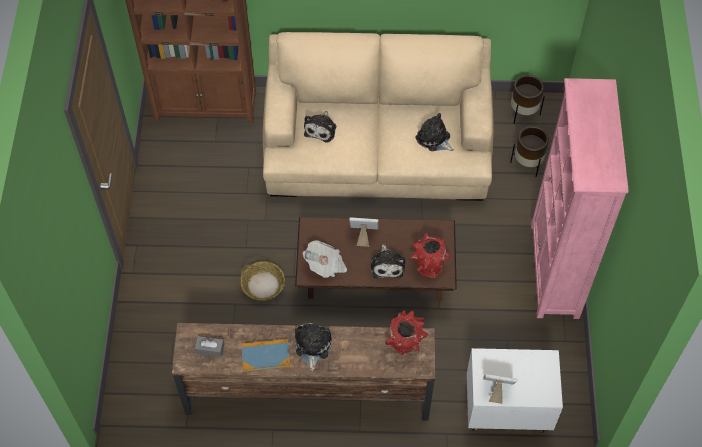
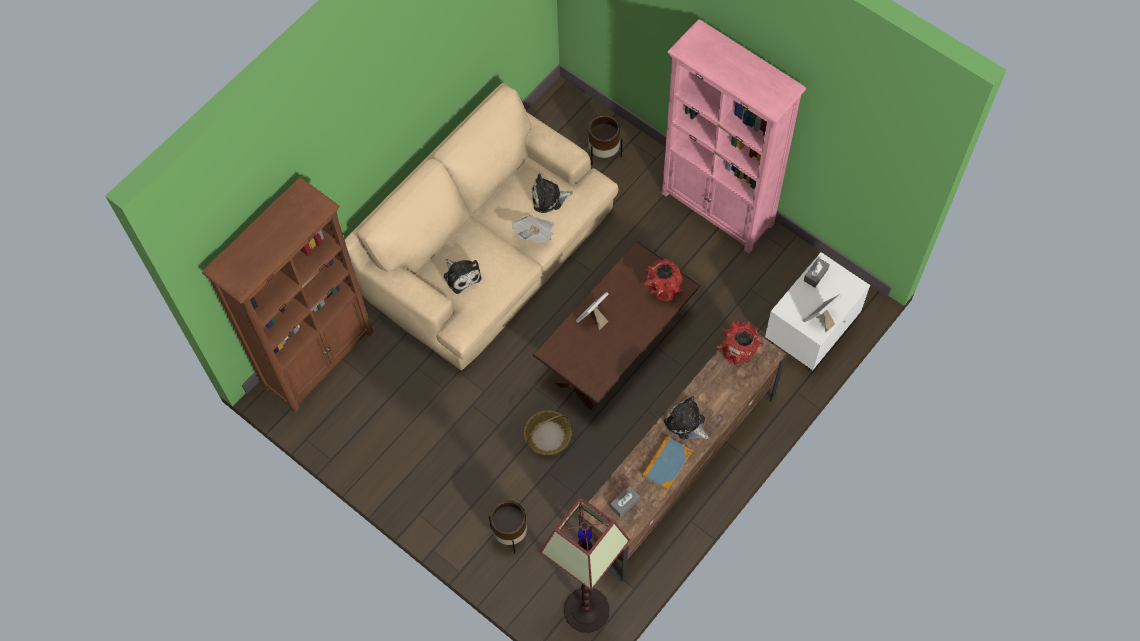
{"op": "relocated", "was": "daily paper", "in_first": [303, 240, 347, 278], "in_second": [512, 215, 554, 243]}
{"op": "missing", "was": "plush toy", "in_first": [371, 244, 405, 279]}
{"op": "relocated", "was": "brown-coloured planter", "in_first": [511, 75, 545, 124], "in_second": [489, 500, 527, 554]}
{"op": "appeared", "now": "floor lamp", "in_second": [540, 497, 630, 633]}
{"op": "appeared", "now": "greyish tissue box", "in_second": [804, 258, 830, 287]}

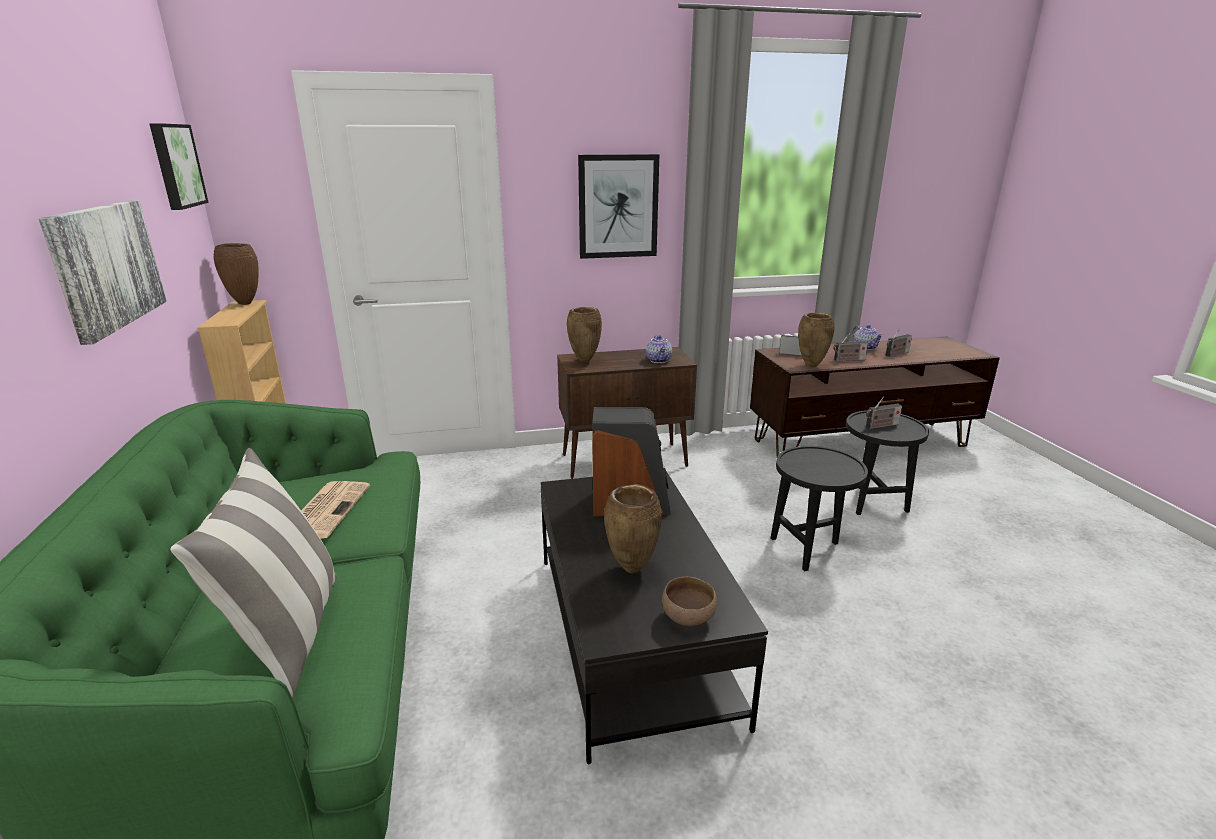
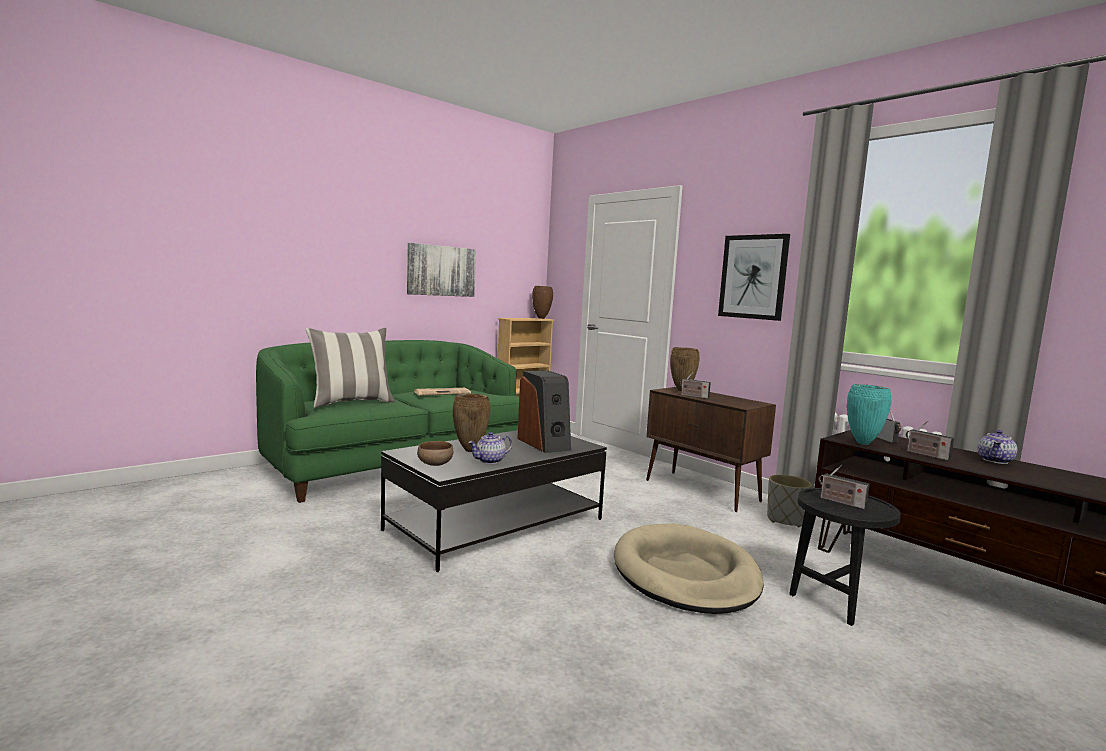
{"op": "missing", "was": "wall art", "in_first": [149, 123, 209, 210]}
{"op": "relocated", "was": "pot for tea", "in_first": [646, 335, 672, 363], "in_second": [468, 432, 512, 464]}
{"op": "exchanged", "was": "black accent table", "now": "beige-coloured dog cushion", "in_first": [771, 446, 868, 571], "in_second": [614, 523, 764, 614]}
{"op": "colour", "was": "brown-coloured flower vase", "now": "blue-green flower vase", "in_first": [798, 313, 834, 367], "in_second": [847, 384, 891, 445]}
{"op": "relocated", "was": "radio receiver", "in_first": [886, 328, 912, 357], "in_second": [680, 371, 711, 399]}
{"op": "appeared", "now": "greyish planter", "in_second": [767, 475, 812, 527]}

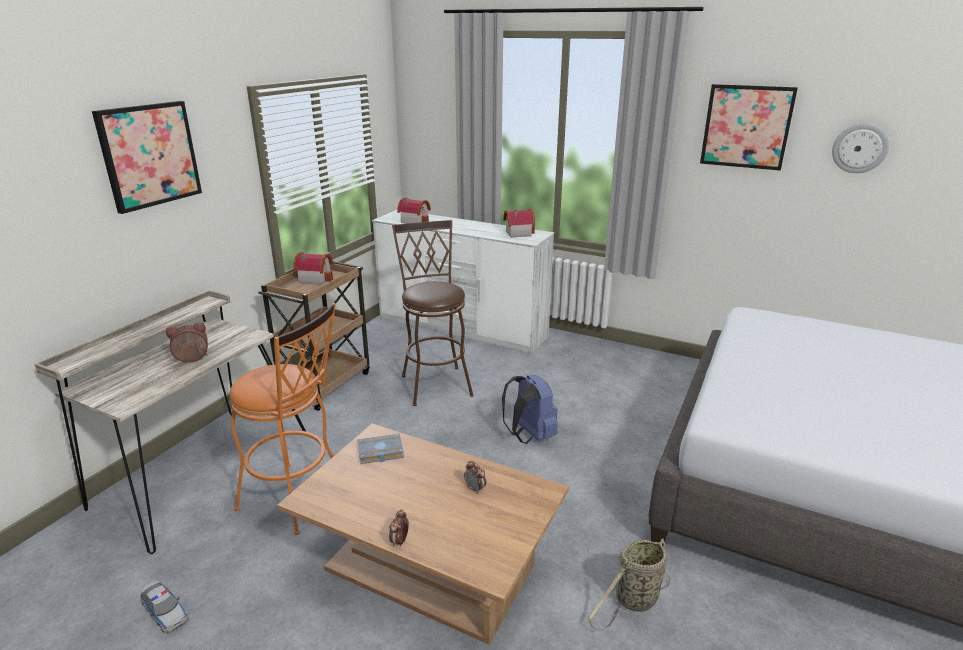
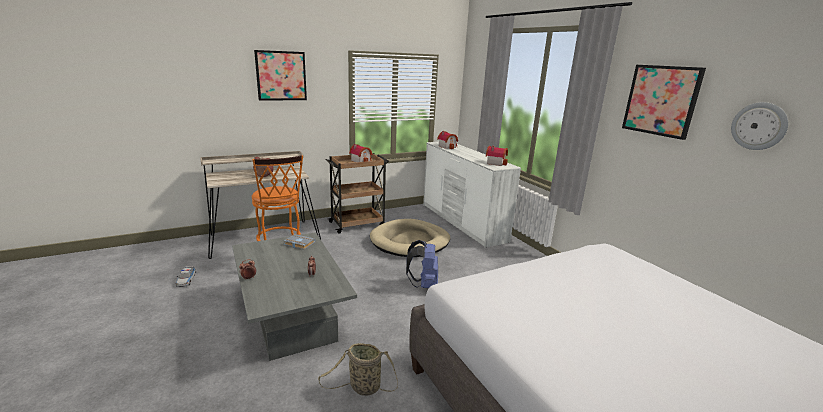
{"op": "colour", "was": "brown-coloured lounge table", "now": "greyish lounge table", "in_first": [277, 423, 569, 645], "in_second": [232, 232, 357, 361]}
{"op": "exchanged", "was": "brown-coloured sitting stool", "now": "beige-coloured dog cushion", "in_first": [392, 220, 474, 406], "in_second": [370, 219, 450, 257]}

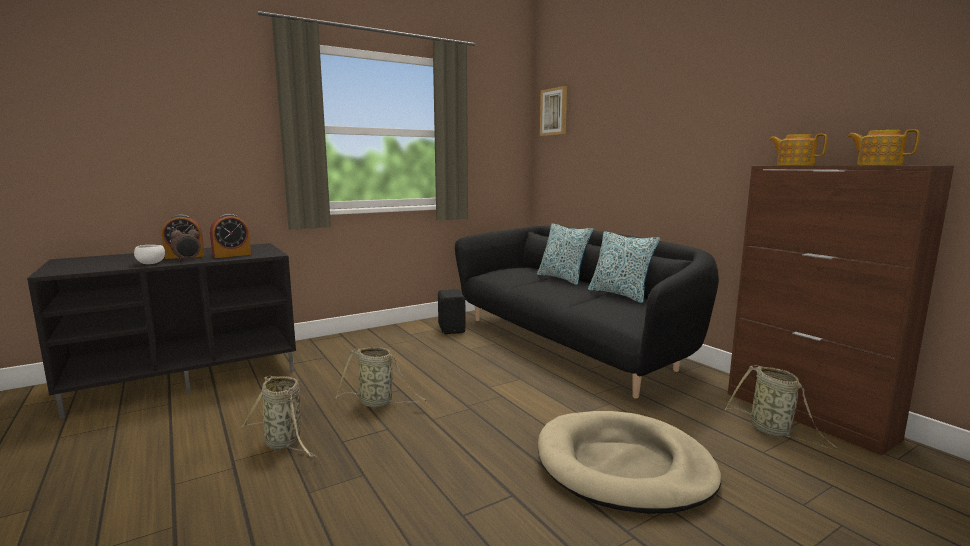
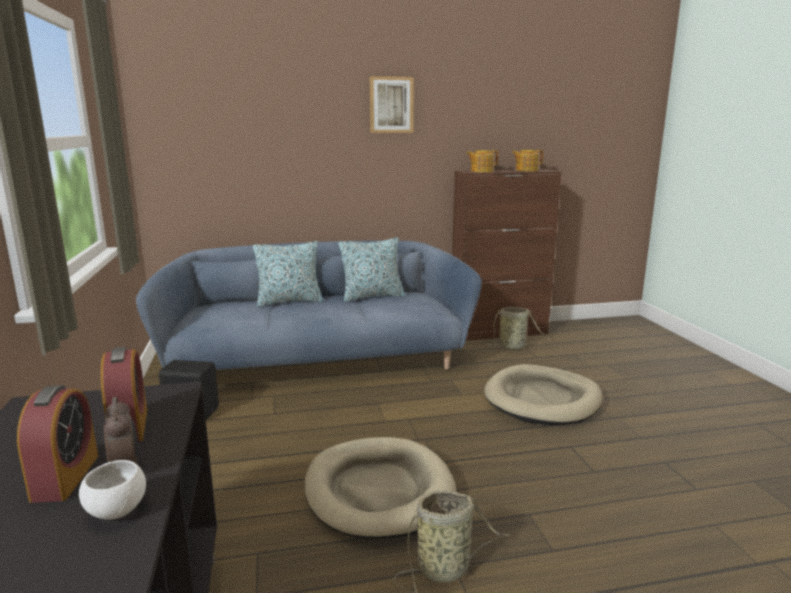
{"op": "exchanged", "was": "storage basket", "now": "beige-coloured dog cushion", "in_first": [336, 347, 426, 407], "in_second": [304, 437, 456, 540]}
{"op": "colour", "was": "black couch", "now": "blue-coloured couch", "in_first": [455, 225, 719, 399], "in_second": [136, 240, 482, 370]}
{"op": "relocated", "was": "wall art", "in_first": [540, 86, 567, 136], "in_second": [370, 76, 414, 133]}

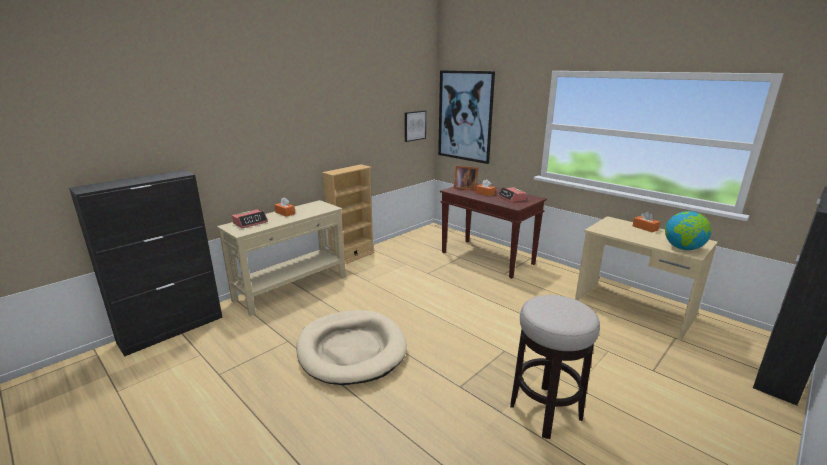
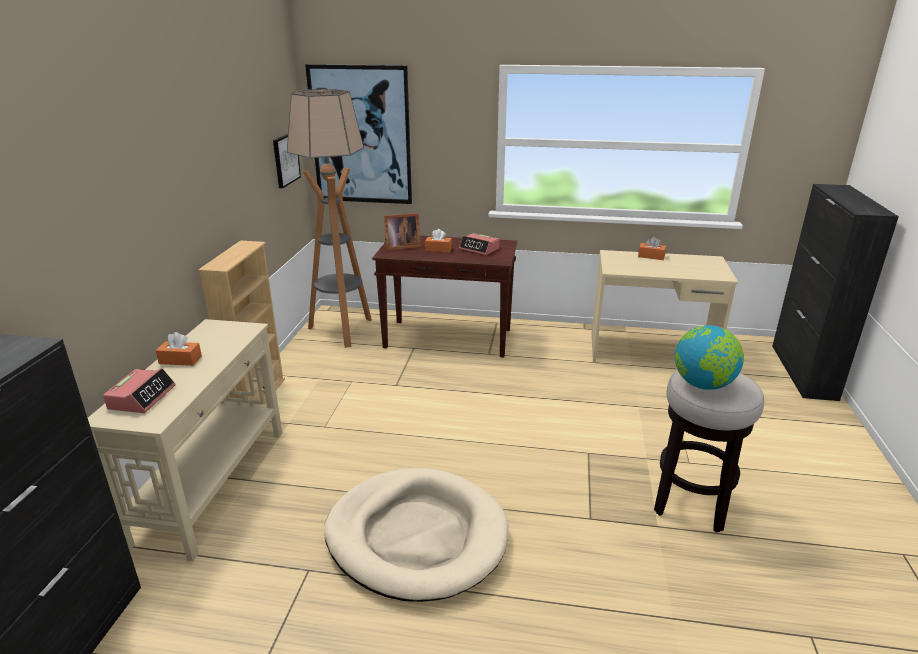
{"op": "relocated", "was": "globe", "in_first": [665, 211, 711, 250], "in_second": [675, 325, 744, 390]}
{"op": "appeared", "now": "floor lamp", "in_second": [287, 89, 372, 348]}

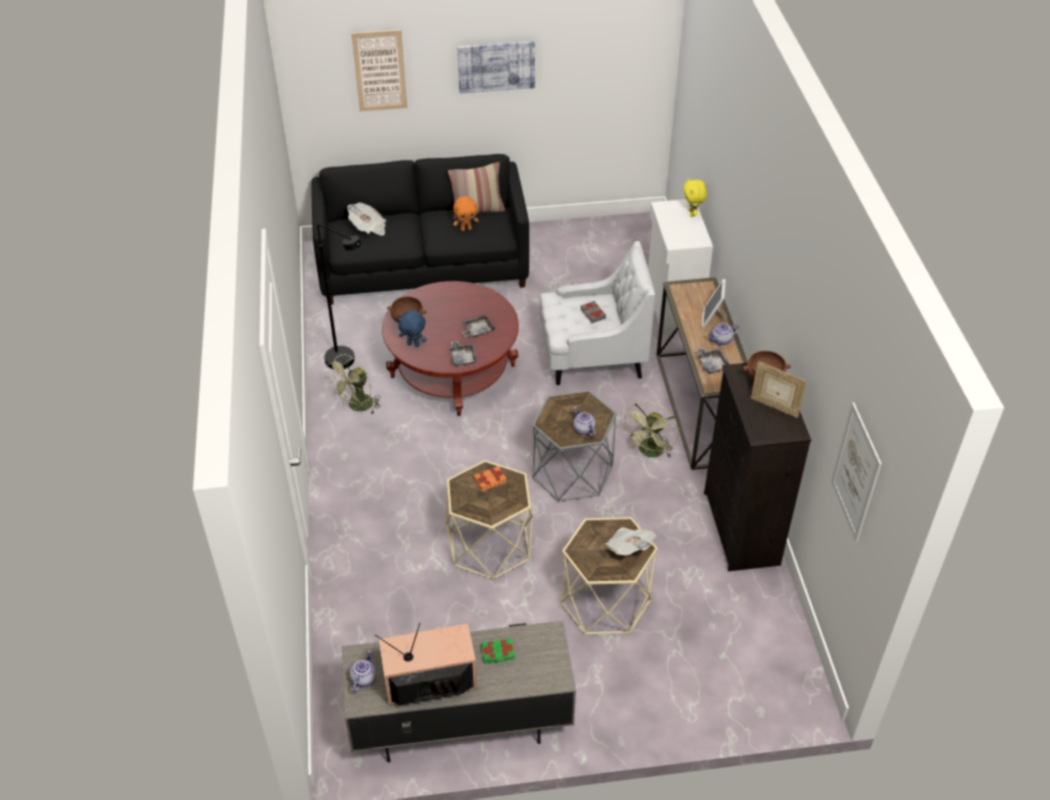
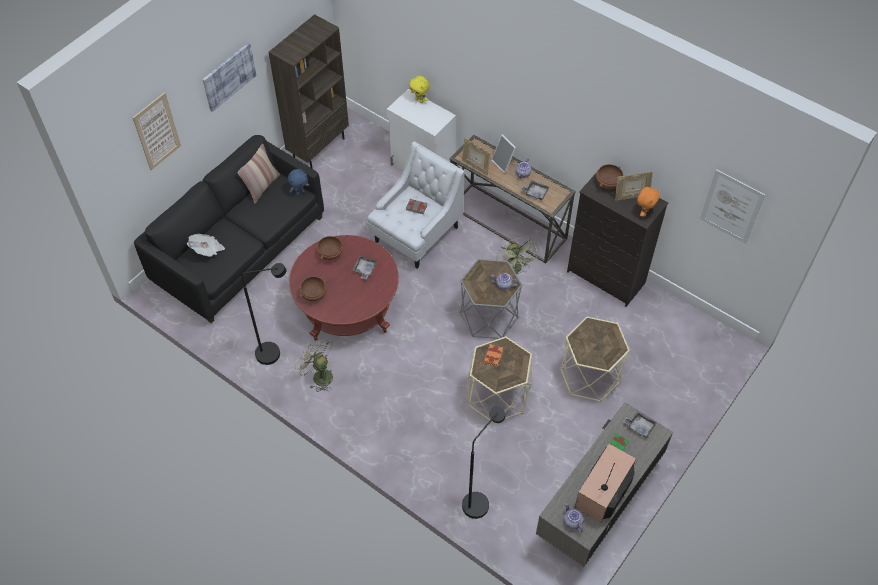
{"op": "spun", "was": "green-coloured cooling fan", "in_first": [327, 354, 380, 415], "in_second": [295, 337, 333, 392], "clockwise": 135}
{"op": "relocated", "was": "blue-coloured plush toy", "in_first": [398, 310, 427, 347], "in_second": [288, 169, 309, 195]}
{"op": "relocated", "was": "greyish tray", "in_first": [450, 341, 477, 366], "in_second": [623, 411, 657, 438]}
{"op": "relocated", "was": "orange-coloured plush toy", "in_first": [453, 196, 479, 231], "in_second": [637, 187, 660, 217]}
{"op": "missing", "was": "daily paper", "in_first": [604, 527, 657, 555]}
{"op": "appeared", "now": "brown-coloured bookshelf", "in_second": [269, 14, 349, 168]}
{"op": "appeared", "now": "brown-coloured bowl", "in_second": [317, 236, 343, 260]}
{"op": "appeared", "now": "picture frame", "in_second": [462, 138, 490, 175]}
{"op": "appeared", "now": "black floor lamp", "in_second": [462, 406, 506, 519]}

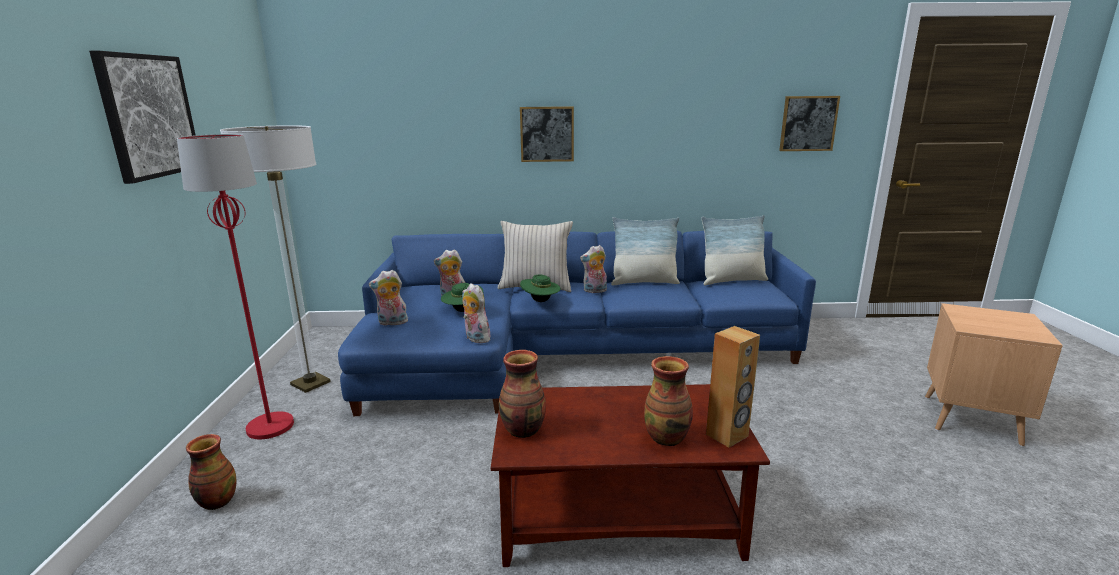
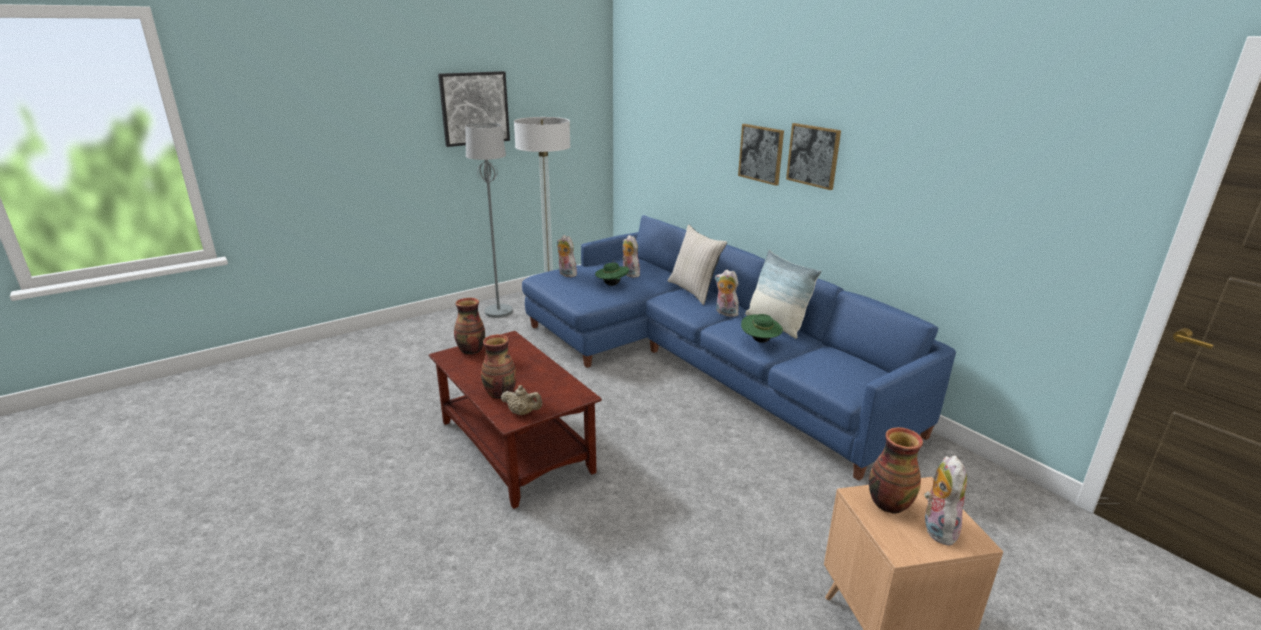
{"op": "colour", "was": "reddish floor lamp", "now": "greyish floor lamp", "in_first": [177, 134, 294, 439], "in_second": [466, 123, 513, 318]}
{"op": "relocated", "was": "flower vase", "in_first": [186, 434, 236, 510], "in_second": [869, 427, 923, 514]}
{"op": "relocated", "was": "plush toy", "in_first": [462, 283, 492, 344], "in_second": [924, 455, 967, 545]}
{"op": "relocated", "was": "green-coloured wearable hat", "in_first": [520, 275, 561, 302], "in_second": [741, 314, 783, 343]}
{"op": "missing", "was": "cushion", "in_first": [701, 215, 768, 285]}
{"op": "exchanged", "was": "brown-coloured loudspeaker", "now": "beige-coloured pot for tea", "in_first": [706, 326, 760, 448], "in_second": [501, 385, 542, 415]}
{"op": "relocated", "was": "wall art", "in_first": [779, 96, 840, 151], "in_second": [786, 123, 841, 190]}

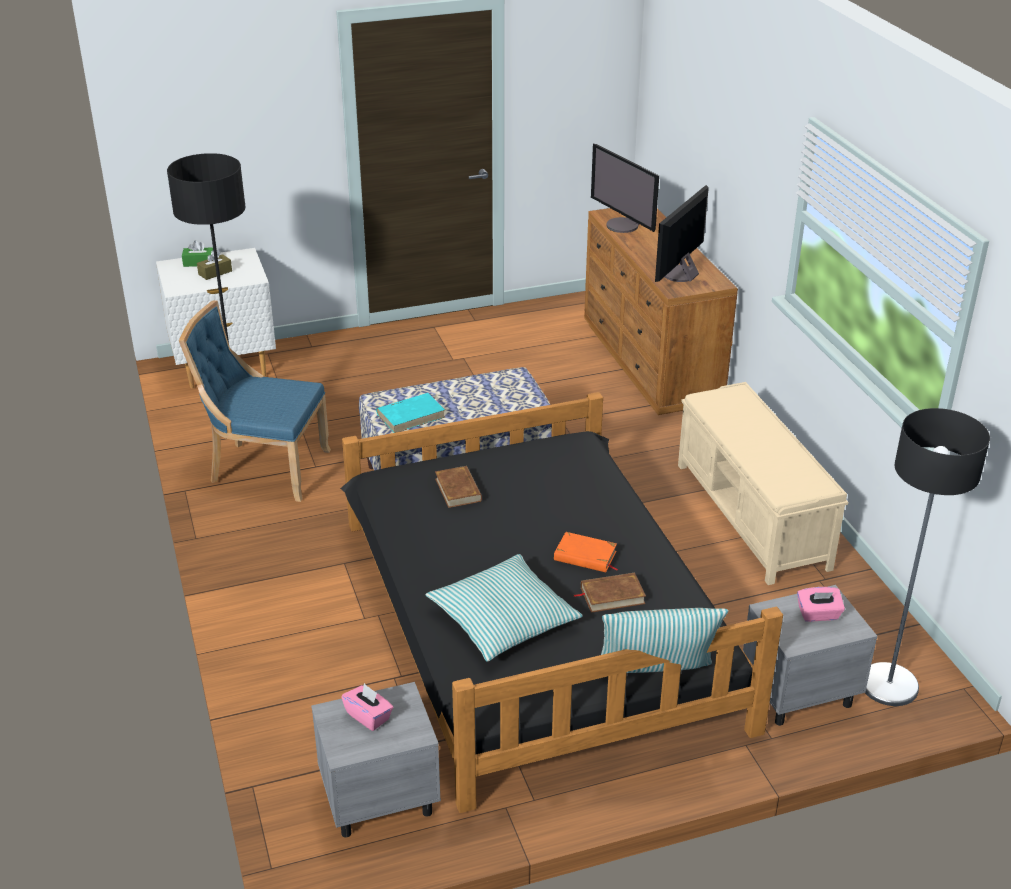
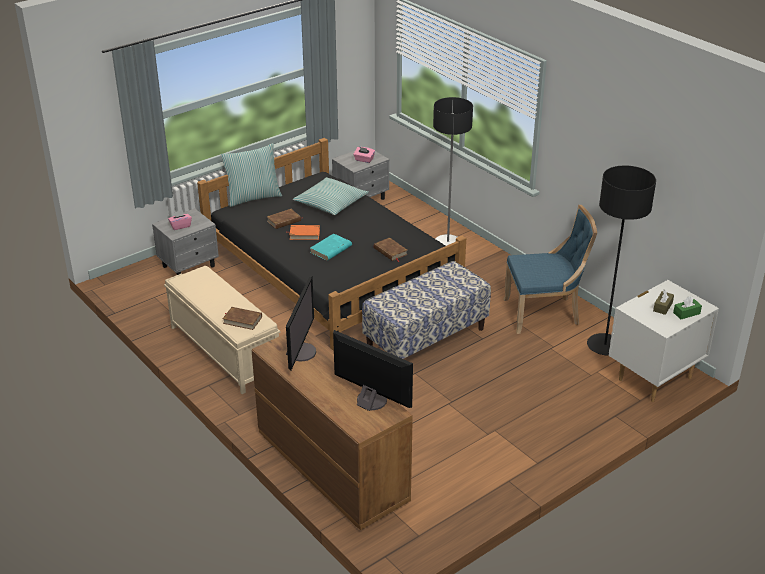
{"op": "relocated", "was": "blue-green book", "in_first": [376, 393, 445, 433], "in_second": [310, 234, 352, 261]}
{"op": "relocated", "was": "floor lamp", "in_first": [865, 408, 990, 706], "in_second": [433, 97, 473, 246]}
{"op": "appeared", "now": "brown-coloured book", "in_second": [223, 307, 262, 330]}

